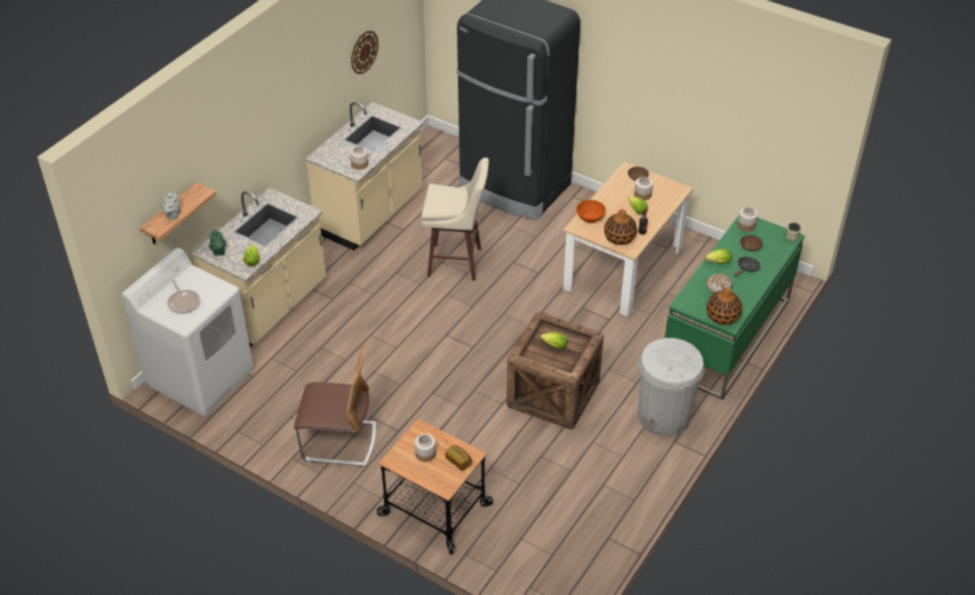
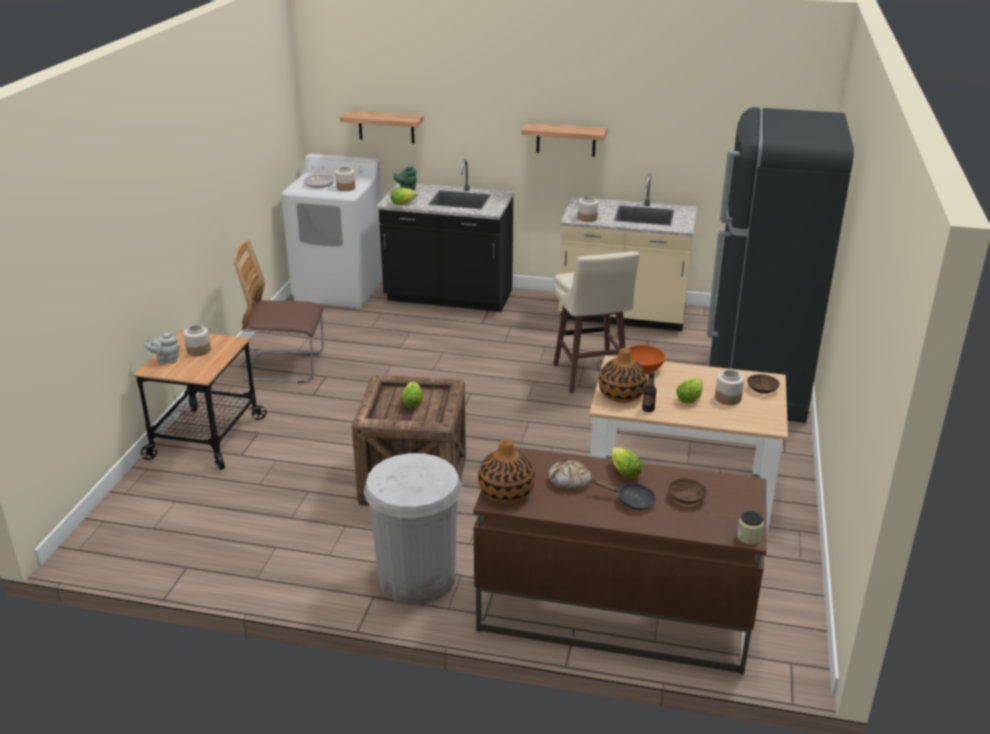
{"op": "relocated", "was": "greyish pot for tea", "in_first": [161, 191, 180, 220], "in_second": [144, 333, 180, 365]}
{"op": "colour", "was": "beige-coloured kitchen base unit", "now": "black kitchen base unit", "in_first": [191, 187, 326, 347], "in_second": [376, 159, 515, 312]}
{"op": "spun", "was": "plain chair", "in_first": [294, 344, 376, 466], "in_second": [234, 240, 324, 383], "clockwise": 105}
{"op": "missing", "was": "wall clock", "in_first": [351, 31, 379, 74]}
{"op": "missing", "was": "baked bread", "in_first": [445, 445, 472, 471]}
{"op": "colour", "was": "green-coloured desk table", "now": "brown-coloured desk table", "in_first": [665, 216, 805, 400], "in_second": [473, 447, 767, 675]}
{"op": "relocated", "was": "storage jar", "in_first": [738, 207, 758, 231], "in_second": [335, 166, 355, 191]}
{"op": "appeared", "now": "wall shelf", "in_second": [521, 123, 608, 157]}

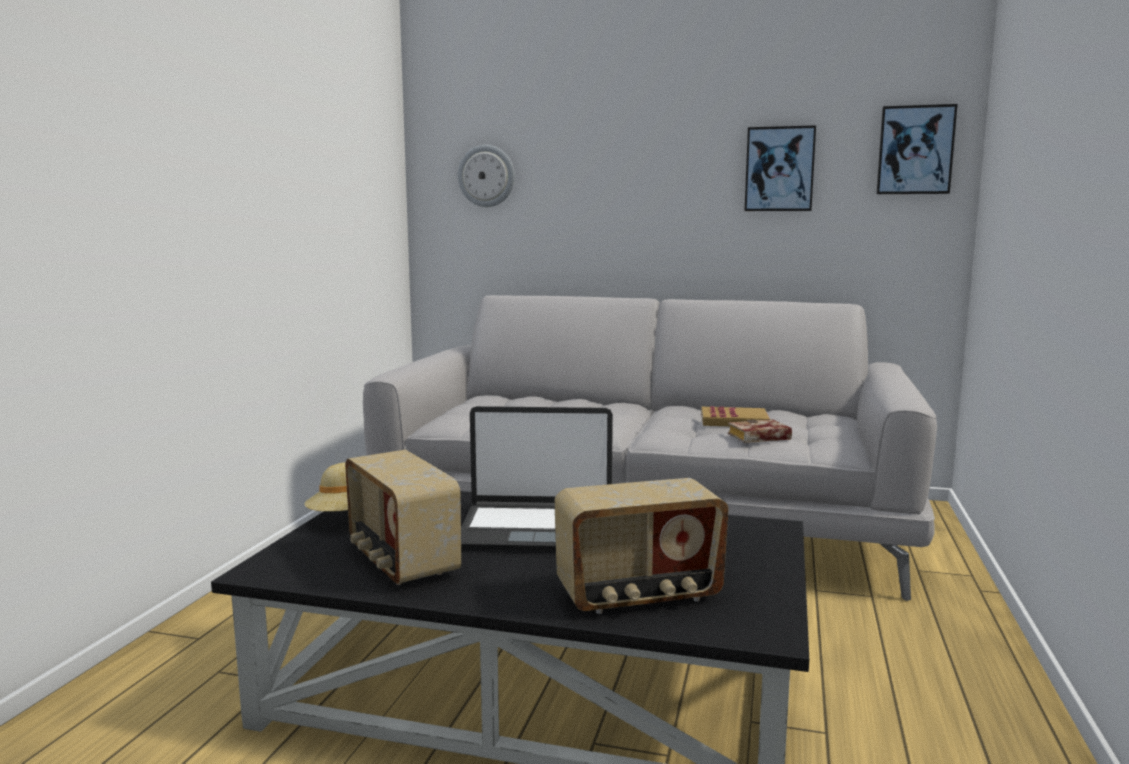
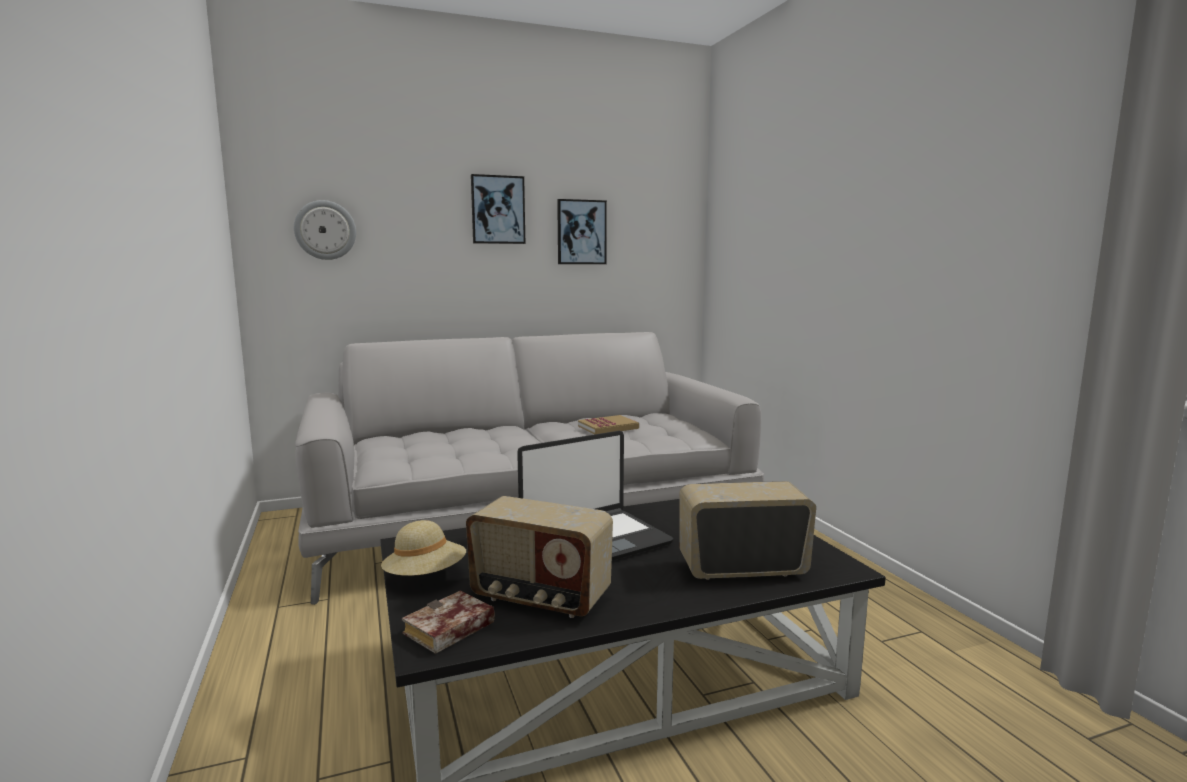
{"op": "spun", "was": "radio receiver", "in_first": [554, 478, 729, 614], "in_second": [679, 481, 816, 580], "clockwise": -135}
{"op": "relocated", "was": "book", "in_first": [728, 419, 792, 443], "in_second": [402, 591, 495, 654]}
{"op": "relocated", "was": "wall art", "in_first": [876, 104, 958, 194], "in_second": [471, 174, 525, 244]}

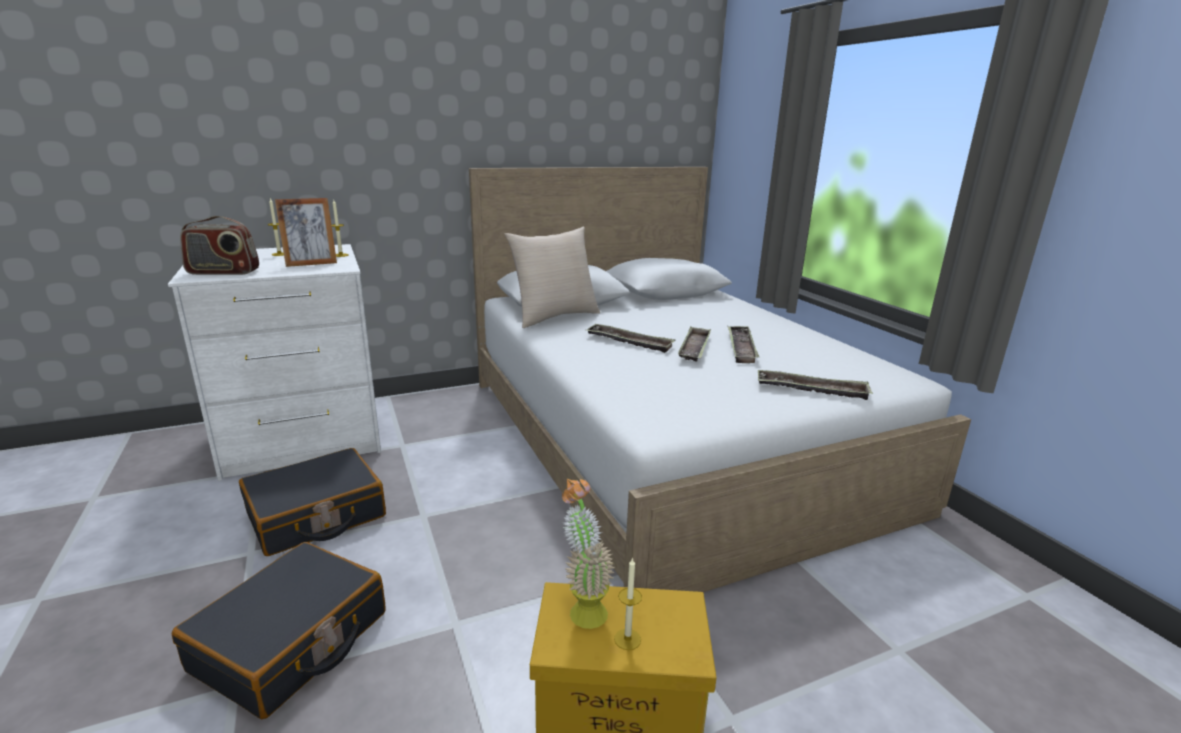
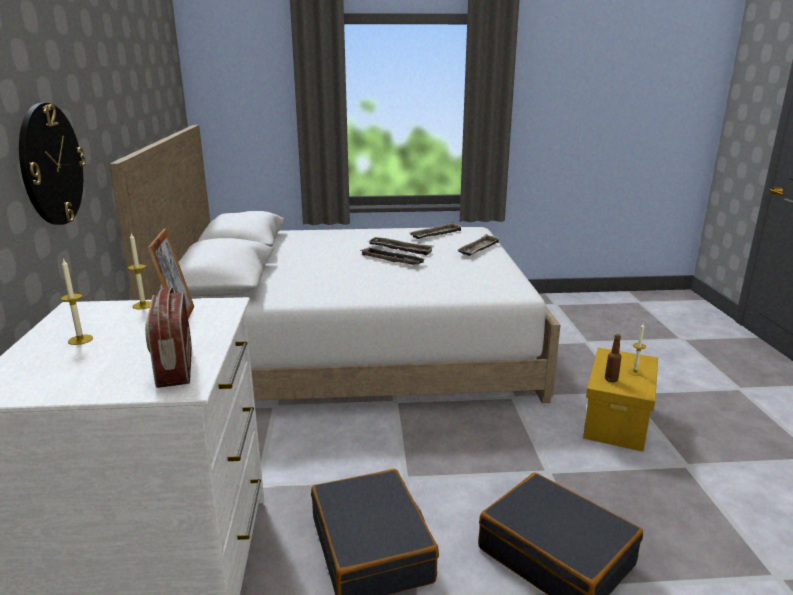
{"op": "spun", "was": "radio receiver", "in_first": [180, 216, 259, 275], "in_second": [145, 288, 192, 388], "clockwise": 150}
{"op": "missing", "was": "beige-coloured cushion", "in_first": [505, 226, 600, 328]}
{"op": "exchanged", "was": "potted plant", "now": "brown-coloured bottle", "in_first": [562, 479, 615, 629], "in_second": [605, 334, 621, 382]}
{"op": "relocated", "was": "tray", "in_first": [586, 323, 675, 353], "in_second": [410, 222, 462, 239]}
{"op": "appeared", "now": "wall clock", "in_second": [19, 103, 86, 225]}

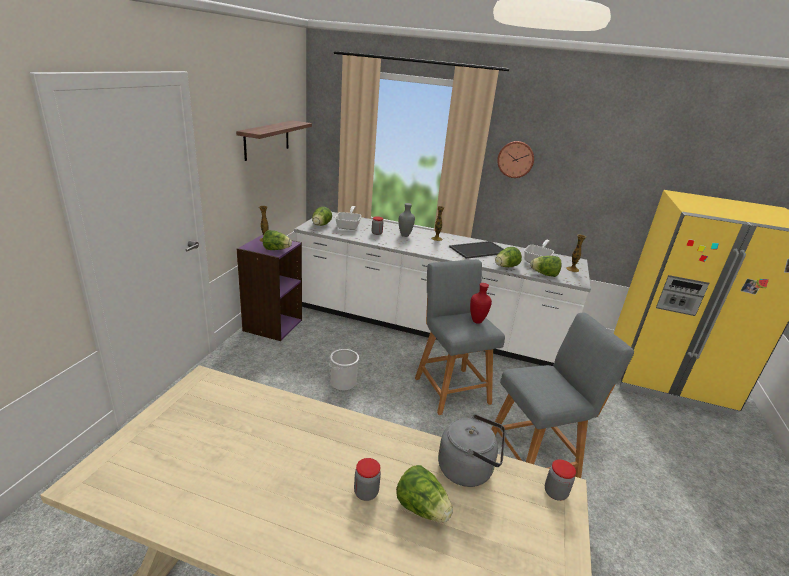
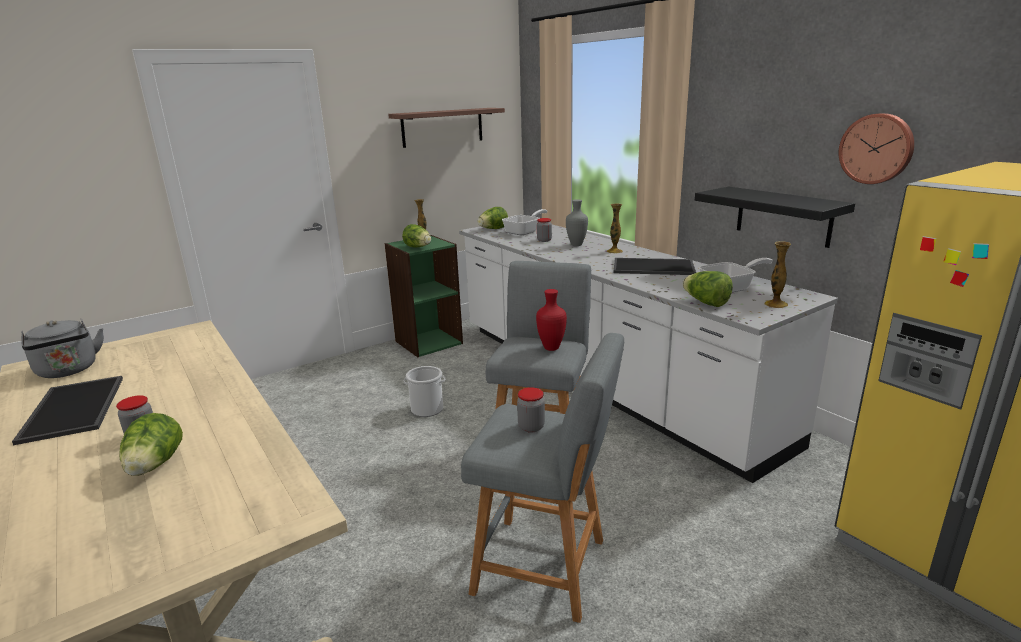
{"op": "colour", "was": "purplish bookshelf", "now": "green-coloured bookshelf", "in_first": [237, 234, 302, 341], "in_second": [385, 235, 463, 357]}
{"op": "relocated", "was": "greyish water kettle", "in_first": [438, 414, 505, 487], "in_second": [21, 318, 104, 378]}
{"op": "missing", "was": "lettuce head", "in_first": [495, 247, 522, 267]}
{"op": "relocated", "was": "wall clock", "in_first": [497, 141, 534, 178], "in_second": [839, 113, 914, 184]}
{"op": "relocated", "was": "storage jar", "in_first": [545, 459, 576, 501], "in_second": [517, 387, 545, 433]}
{"op": "appeared", "now": "tray", "in_second": [12, 376, 123, 445]}
{"op": "appeared", "now": "black wall shelf", "in_second": [695, 187, 855, 248]}

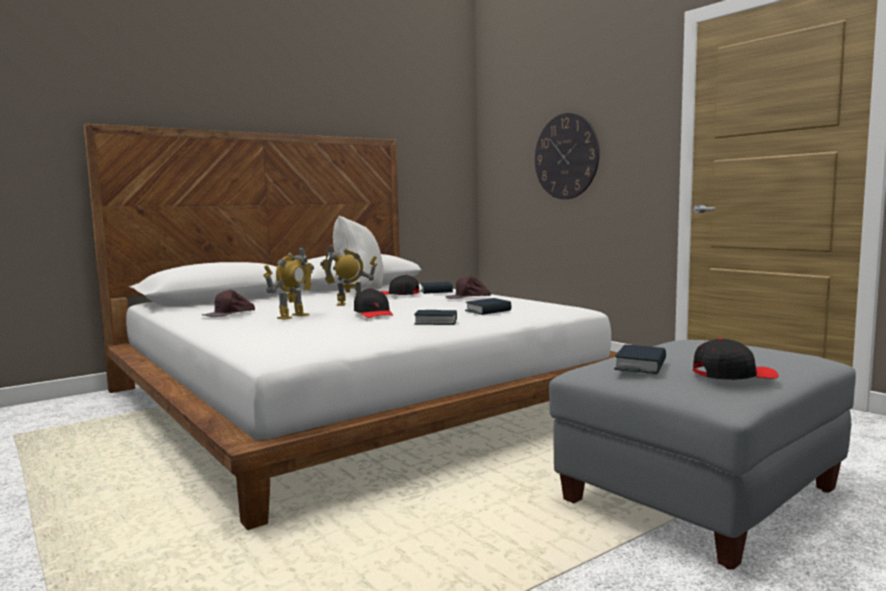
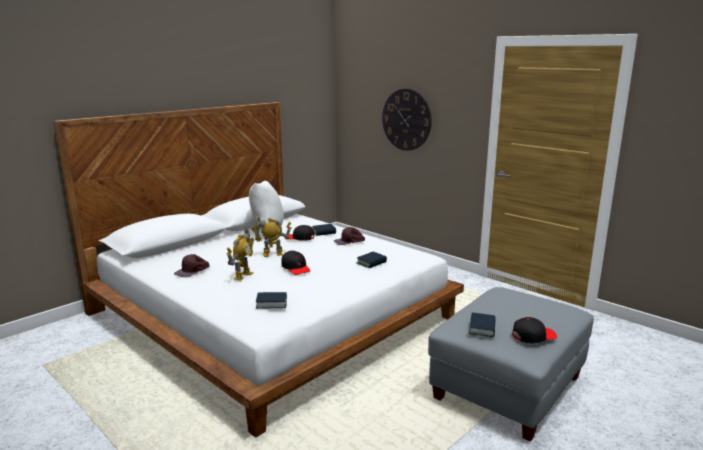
{"op": "relocated", "was": "book", "in_first": [414, 310, 457, 325], "in_second": [256, 292, 287, 309]}

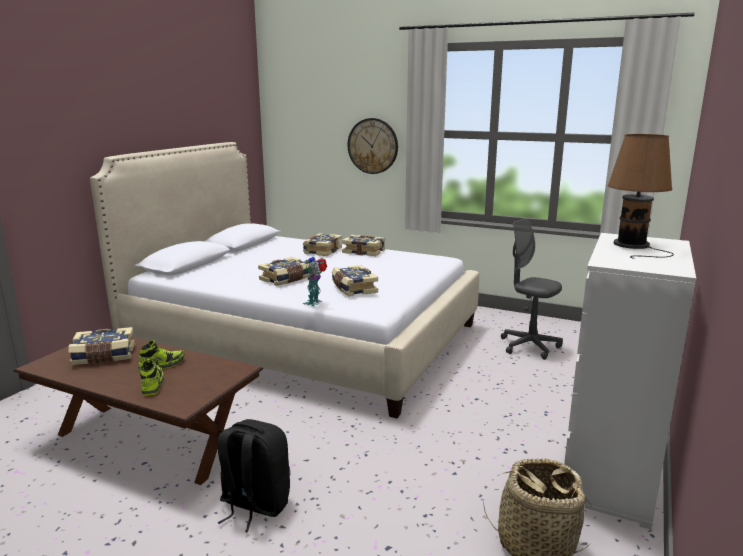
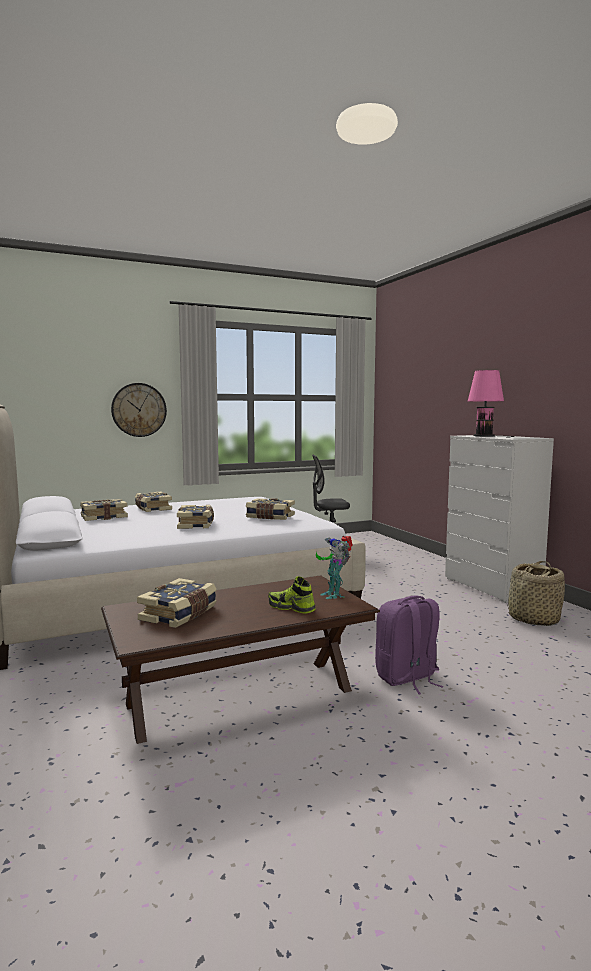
{"op": "missing", "was": "shoe", "in_first": [138, 340, 185, 371]}
{"op": "colour", "was": "black knapsack", "now": "purplish knapsack", "in_first": [217, 419, 290, 532], "in_second": [375, 595, 444, 694]}
{"op": "relocated", "was": "toy robot", "in_first": [303, 257, 327, 307], "in_second": [316, 536, 353, 599]}
{"op": "relocated", "was": "book", "in_first": [342, 235, 385, 256], "in_second": [80, 499, 128, 521]}
{"op": "colour", "was": "brown-coloured table lamp", "now": "pinkish table lamp", "in_first": [607, 134, 674, 259], "in_second": [468, 370, 515, 438]}

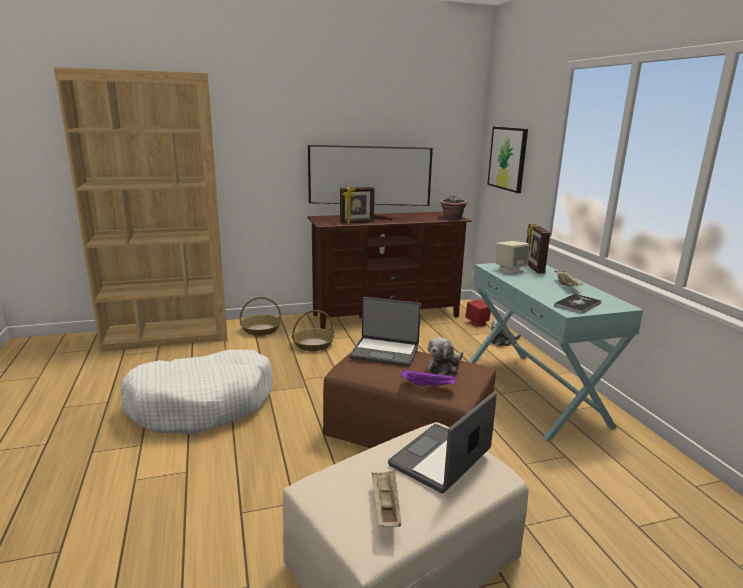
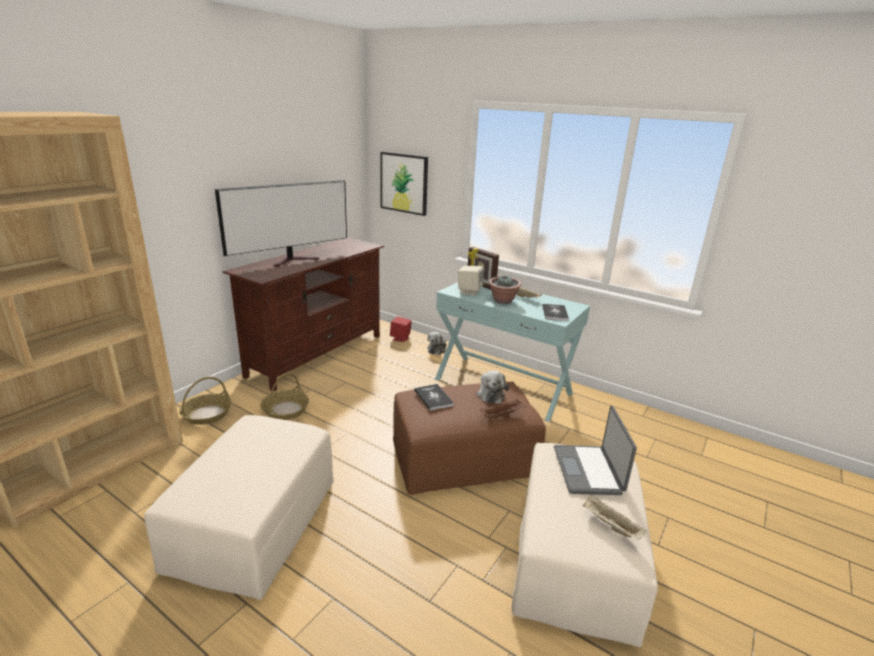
{"op": "exchanged", "was": "whitish dog cushion", "now": "beige-coloured ottoman", "in_first": [121, 349, 273, 434], "in_second": [144, 415, 334, 600]}
{"op": "missing", "was": "picture frame", "in_first": [340, 187, 375, 224]}
{"op": "exchanged", "was": "portable computer", "now": "book", "in_first": [349, 297, 421, 367], "in_second": [414, 384, 454, 411]}
{"op": "colour", "was": "purplish tray", "now": "brown-coloured tray", "in_first": [401, 369, 456, 387], "in_second": [481, 399, 527, 419]}
{"op": "relocated", "was": "potted plant", "in_first": [440, 195, 468, 219], "in_second": [489, 275, 521, 304]}

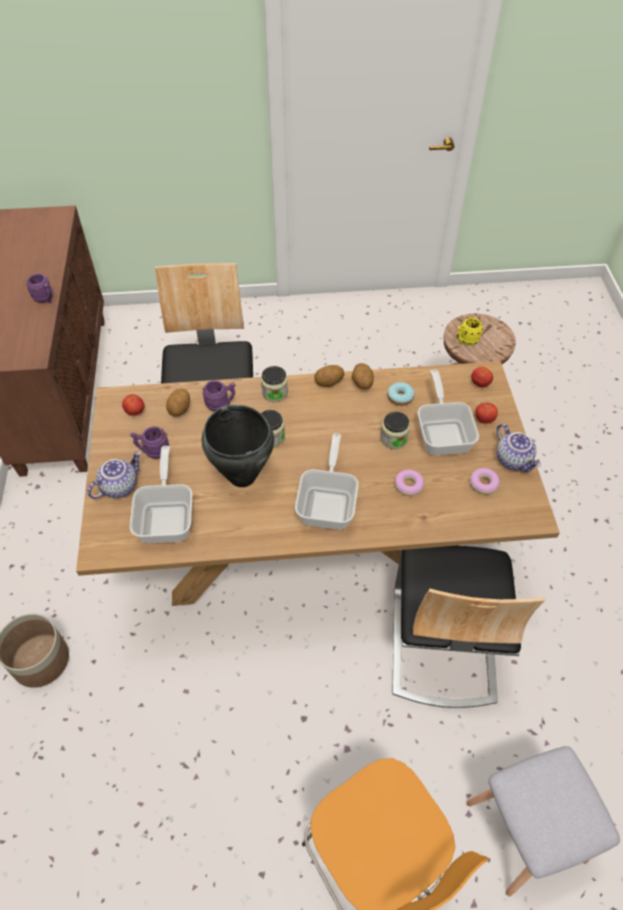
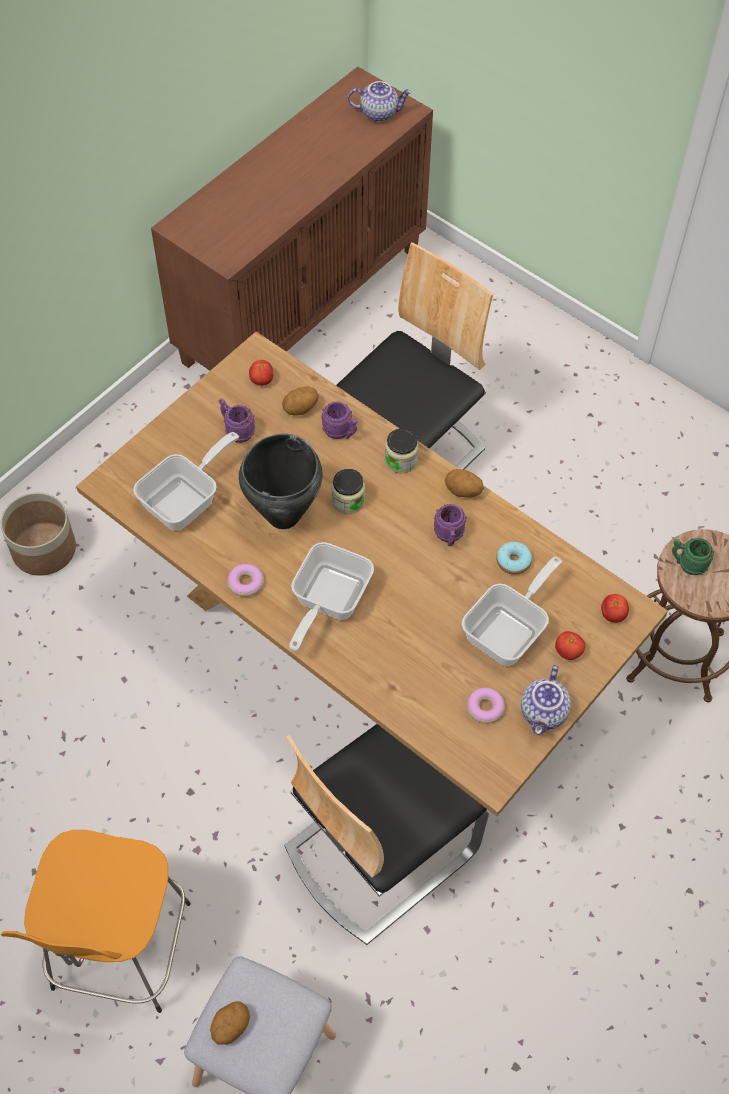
{"op": "relocated", "was": "purplish coffee mug", "in_first": [26, 274, 53, 303], "in_second": [434, 504, 467, 546]}
{"op": "relocated", "was": "pot for tea", "in_first": [87, 452, 141, 499], "in_second": [348, 81, 412, 122]}
{"op": "spun", "was": "pan", "in_first": [295, 433, 358, 529], "in_second": [289, 542, 374, 651], "clockwise": 150}
{"op": "relocated", "was": "potato", "in_first": [352, 363, 374, 389], "in_second": [210, 1001, 250, 1045]}
{"op": "missing", "was": "storage jar", "in_first": [380, 412, 410, 449]}
{"op": "relocated", "was": "doughnut", "in_first": [394, 470, 425, 496], "in_second": [227, 564, 264, 597]}
{"op": "colour", "was": "yellow-coloured coffee mug", "now": "green-coloured coffee mug", "in_first": [457, 318, 483, 346], "in_second": [672, 538, 714, 575]}

